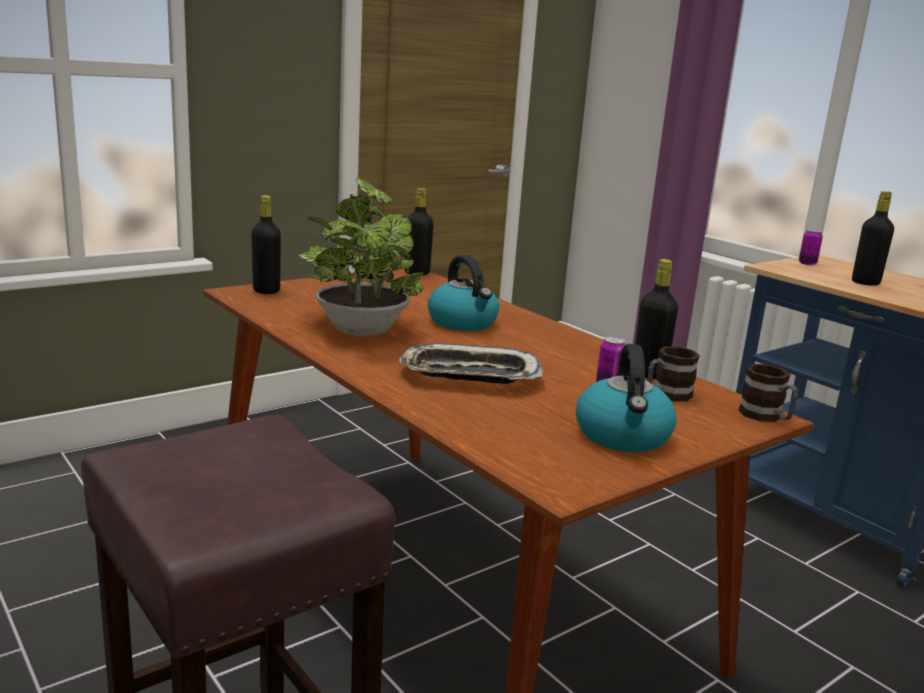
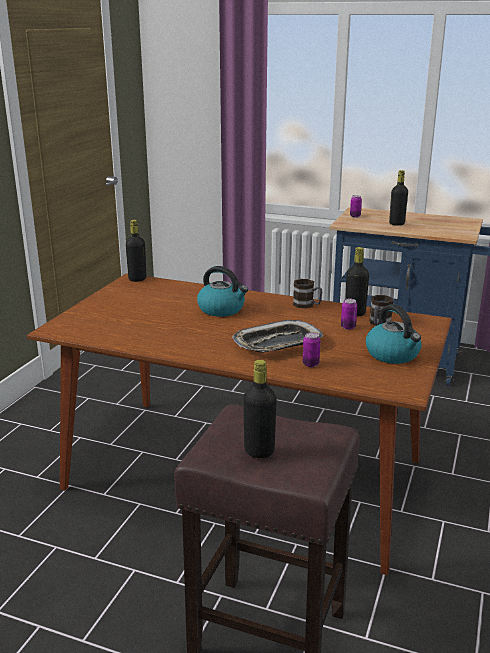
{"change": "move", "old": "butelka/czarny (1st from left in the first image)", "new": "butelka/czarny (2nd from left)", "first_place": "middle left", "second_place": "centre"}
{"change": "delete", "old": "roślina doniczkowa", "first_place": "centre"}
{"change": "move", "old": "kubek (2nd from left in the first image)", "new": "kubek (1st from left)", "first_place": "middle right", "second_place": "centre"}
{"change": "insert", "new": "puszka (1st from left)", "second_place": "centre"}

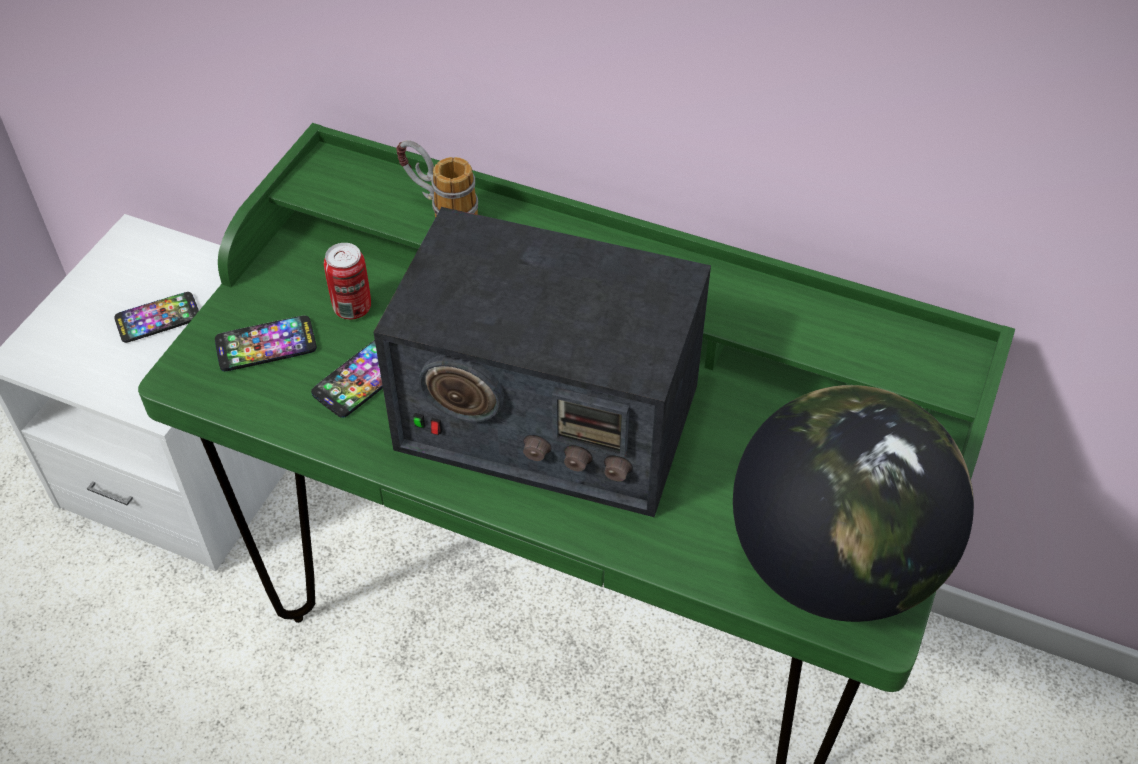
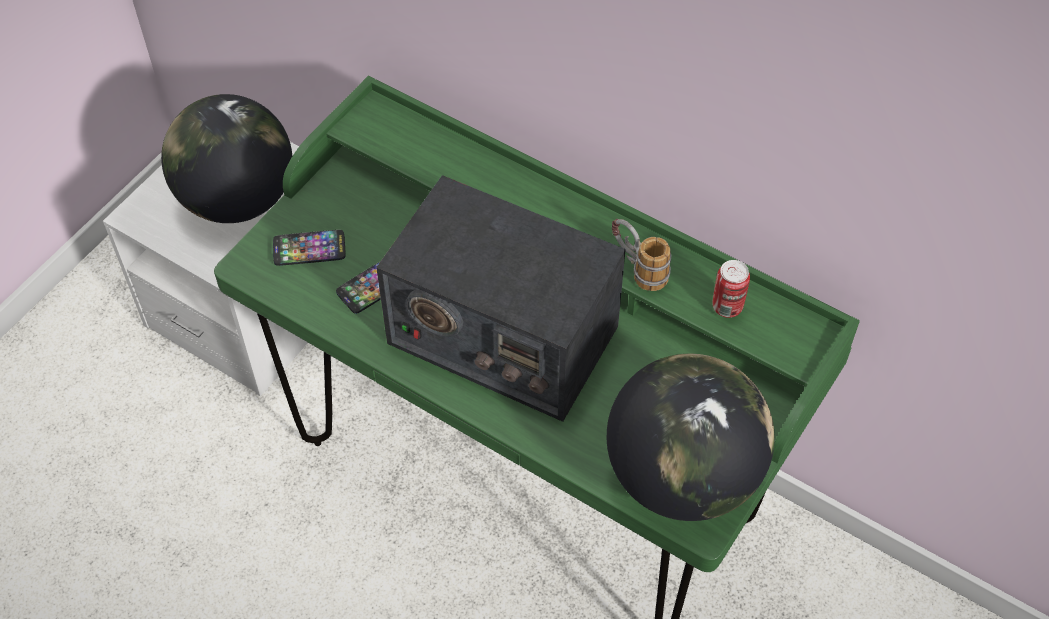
{"change": "replace", "old": "telefon (1st from left)", "new": "globus (1st from left)", "first_place": "middle left", "second_place": "top left"}
{"change": "move", "old": "puszka", "first_place": "middle left", "second_place": "middle right"}
{"change": "move", "old": "kubek", "first_place": "top centre", "second_place": "centre"}

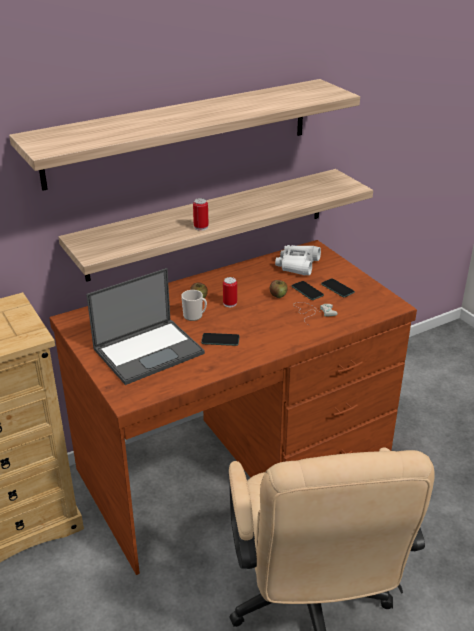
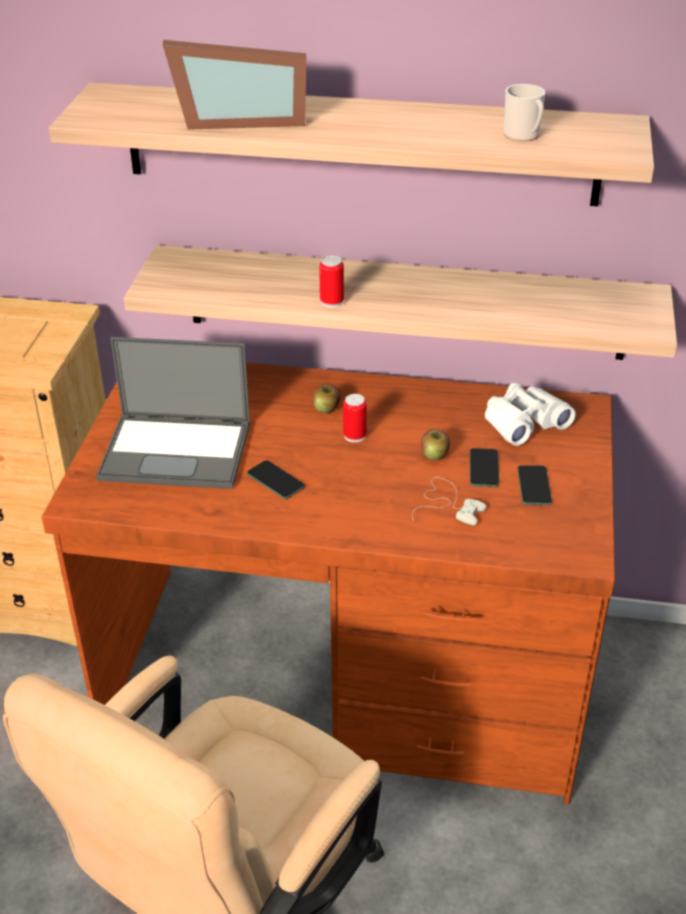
{"change": "move", "old": "kubek", "first_place": "centre", "second_place": "top right"}
{"change": "insert", "new": "ramka na zdjęcie", "second_place": "top centre"}

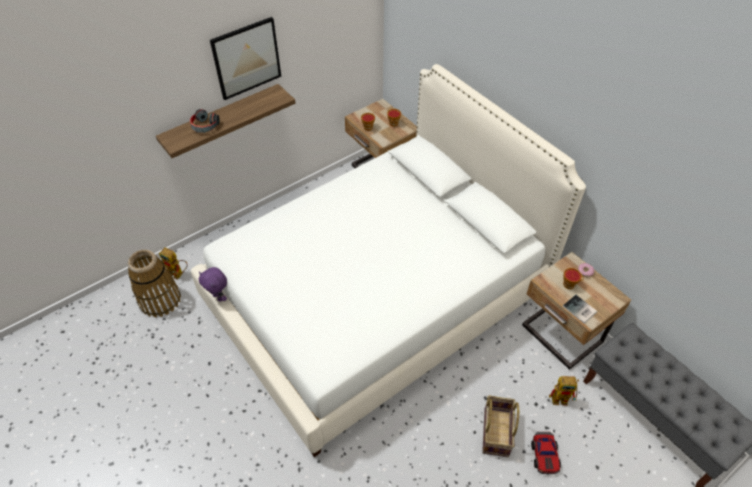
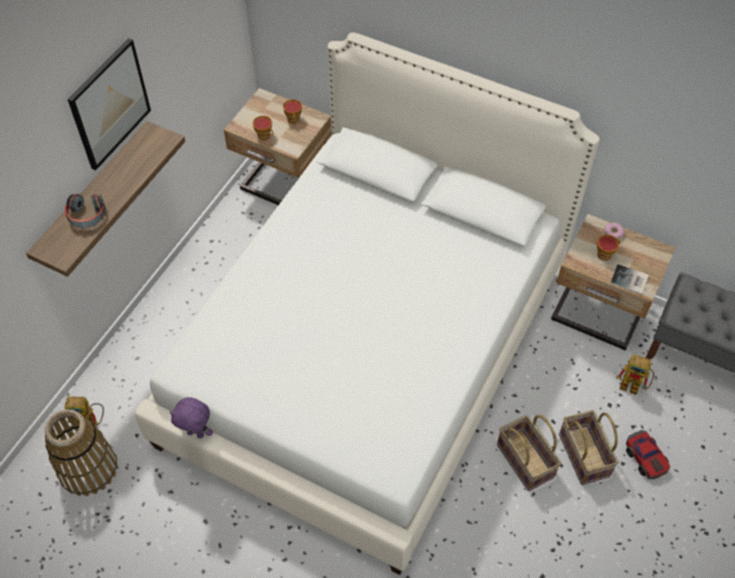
{"change": "rotate", "old": "robot zabawkowy (2nd from left)", "first_place": "bottom right", "second_place": "middle right", "degrees": 45}
{"change": "insert", "new": "koszyk (2nd from left)", "second_place": "bottom right"}

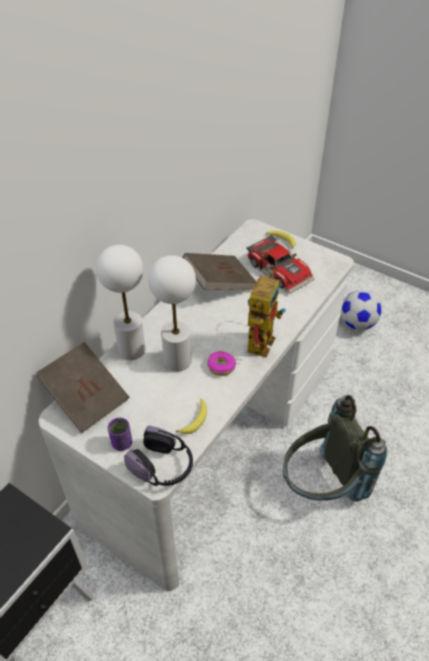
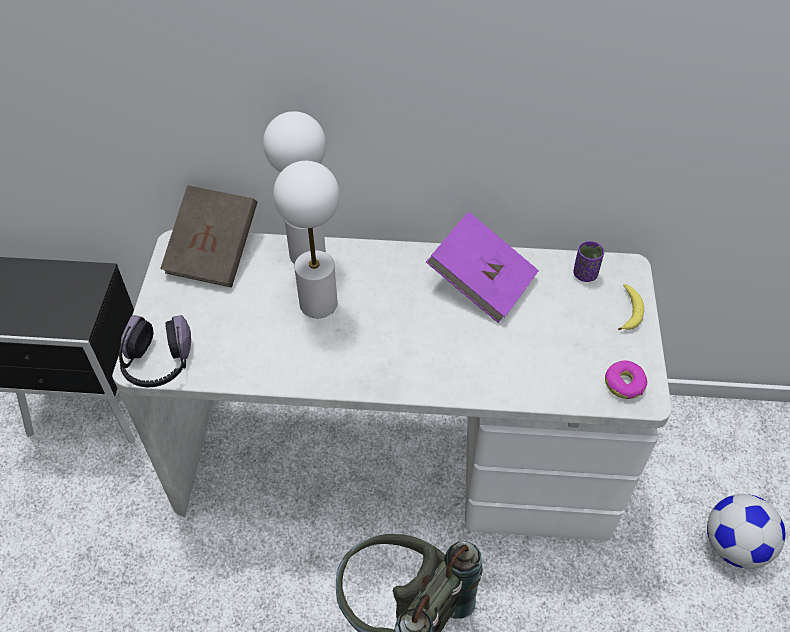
{"change": "move", "old": "filiżanka/fioletowy", "first_place": "middle left", "second_place": "middle right"}
{"change": "delete", "old": "banan (1st from left)", "first_place": "centre"}
{"change": "recolor", "old": "książka/brązowy (2nd from left)", "new": "książka/fioletowy", "first_place": "centre", "second_place": "centre"}
{"change": "move", "old": "donut", "first_place": "centre", "second_place": "middle right"}
{"change": "delete", "old": "samochodzik", "first_place": "centre"}
{"change": "delete", "old": "robot zabawkowy", "first_place": "centre"}

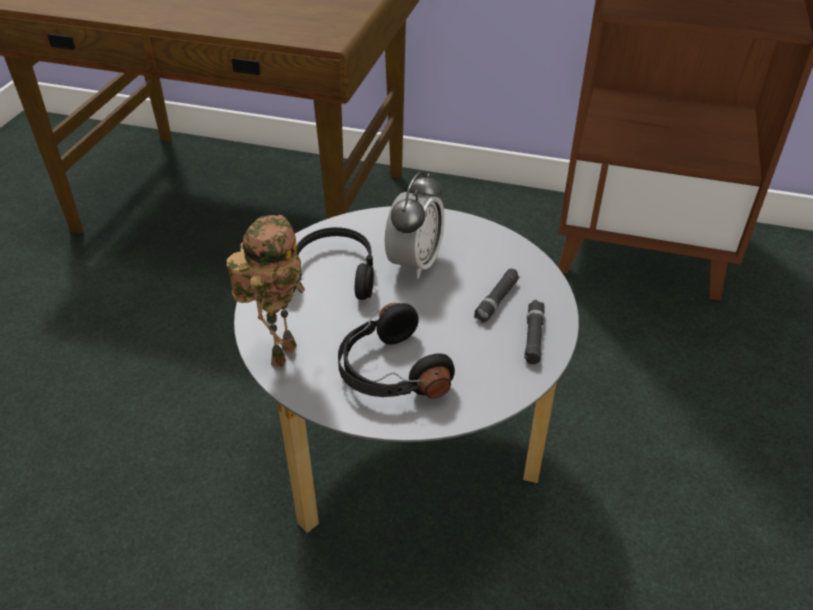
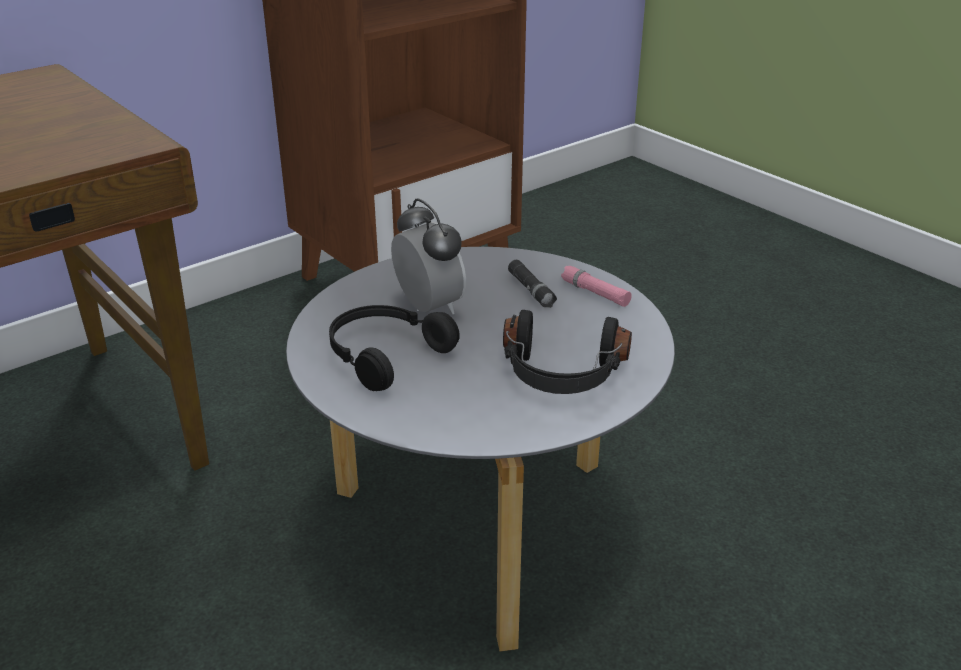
{"change": "delete", "old": "robot zabawkowy", "first_place": "middle left"}
{"change": "recolor", "old": "latarka/czarny (2nd from left)", "new": "latarka/różowy", "first_place": "centre", "second_place": "centre"}

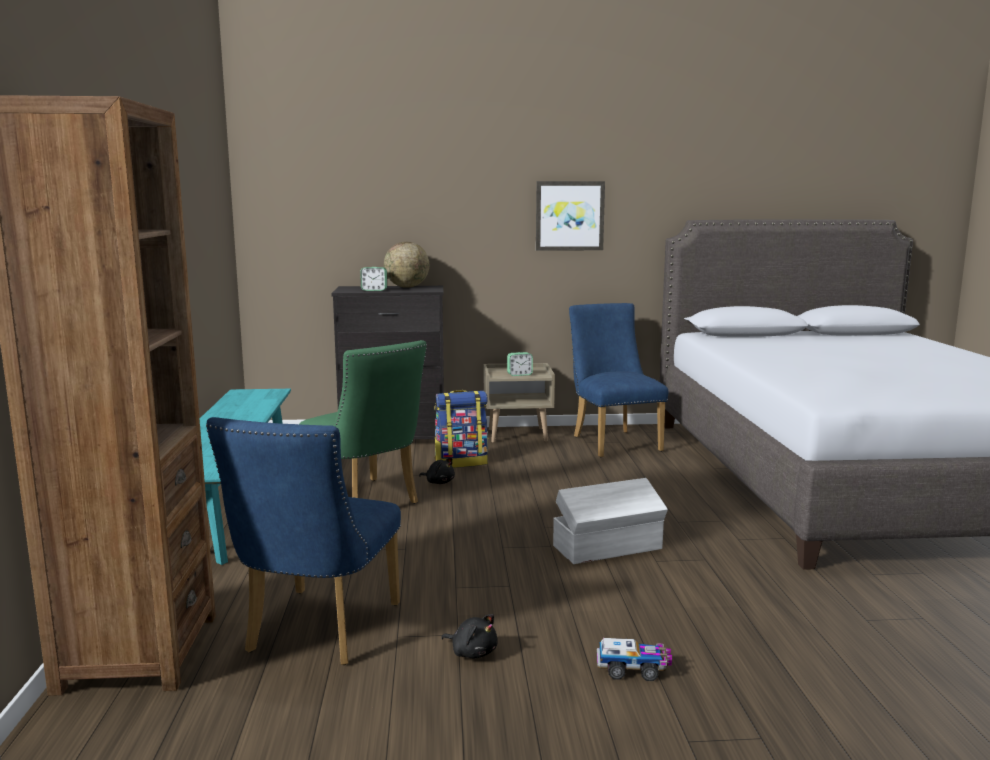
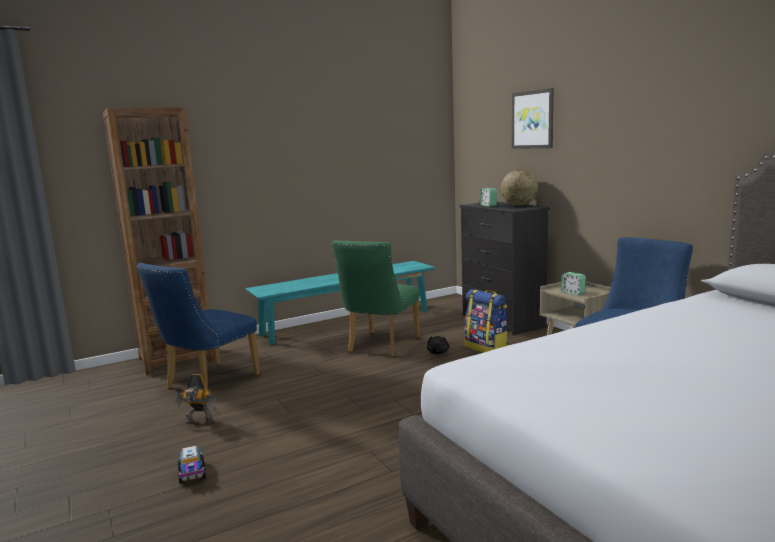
{"change": "rotate", "old": "krzesło/niebieski (1st from left)", "first_place": "bottom left", "second_place": "middle left", "degrees": -45}
{"change": "replace", "old": "pluszak/czarny (2nd from left)", "new": "robot zabawkowy", "first_place": "bottom centre", "second_place": "bottom left"}
{"change": "move", "old": "obraz", "first_place": "top centre", "second_place": "top right"}
{"change": "delete", "old": "pojemnik do przechowywania/biały", "first_place": "bottom centre"}

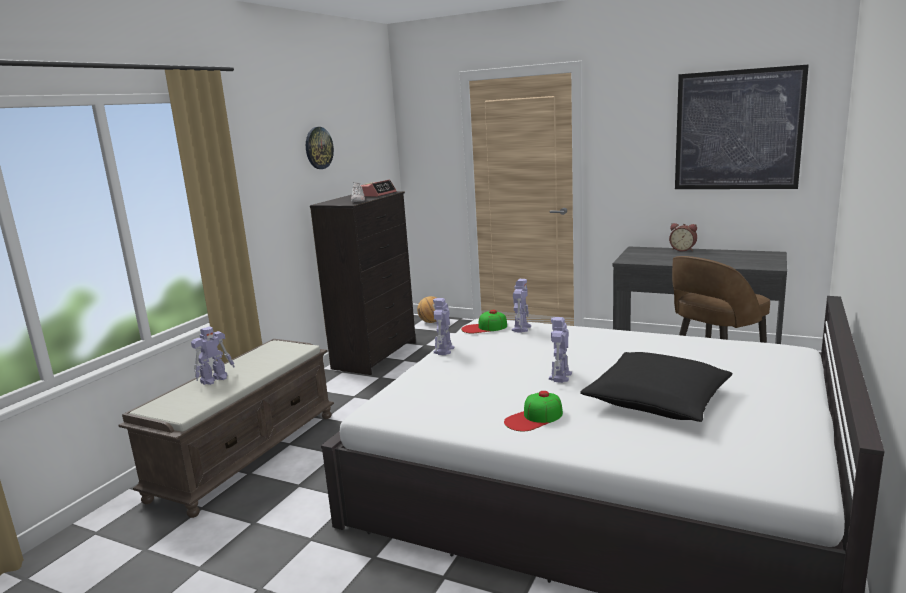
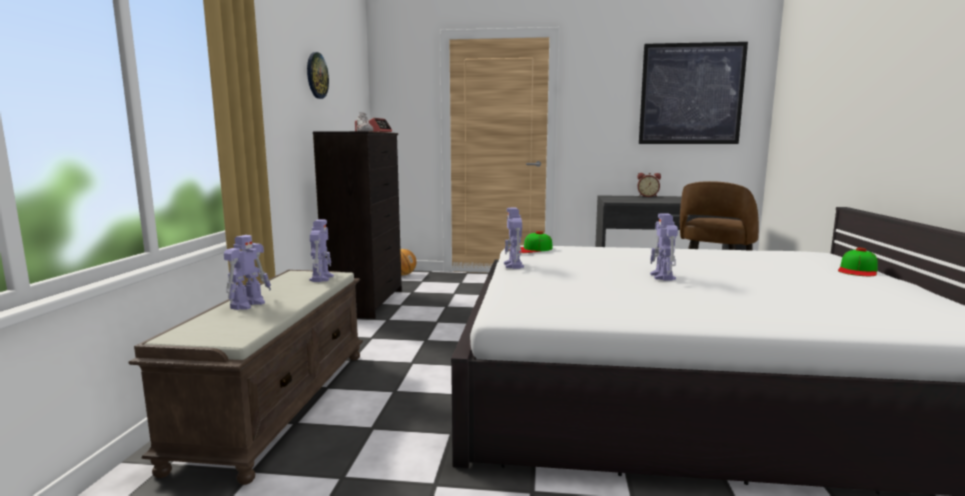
{"change": "move", "old": "czapka z daszkiem (2nd from left)", "first_place": "bottom centre", "second_place": "middle right"}
{"change": "move", "old": "robot zabawkowy (3rd from left in the first image)", "new": "robot zabawkowy (2nd from left)", "first_place": "centre", "second_place": "middle left"}
{"change": "delete", "old": "poduszka/czarny", "first_place": "middle right"}

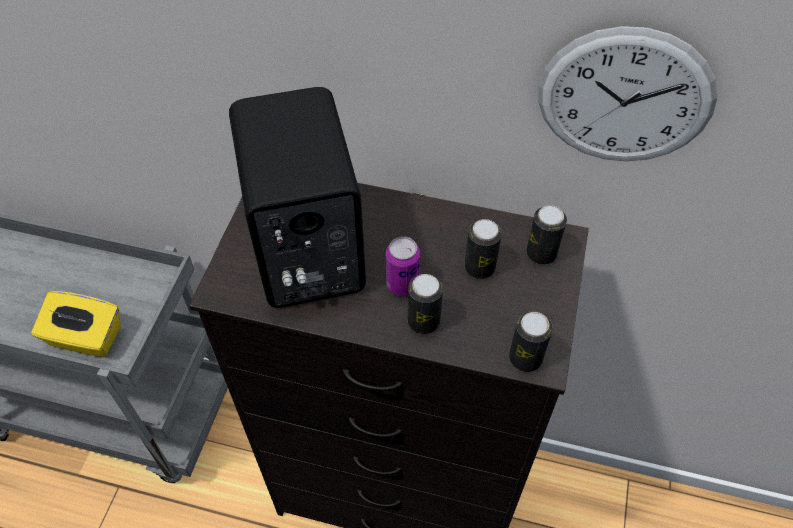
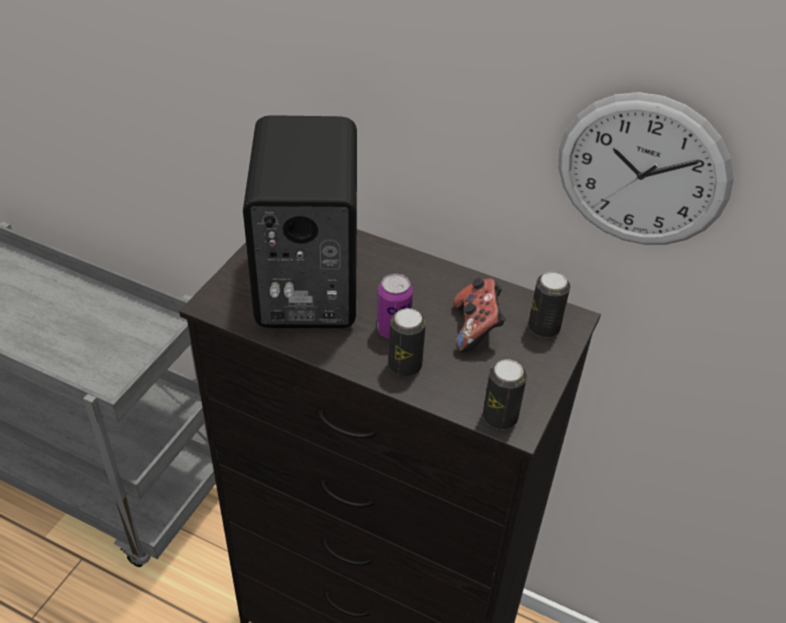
{"change": "delete", "old": "pudełko chusteczek/żółty", "first_place": "middle left"}
{"change": "replace", "old": "puszka (3rd from left)", "new": "pad do gier", "first_place": "centre", "second_place": "centre"}

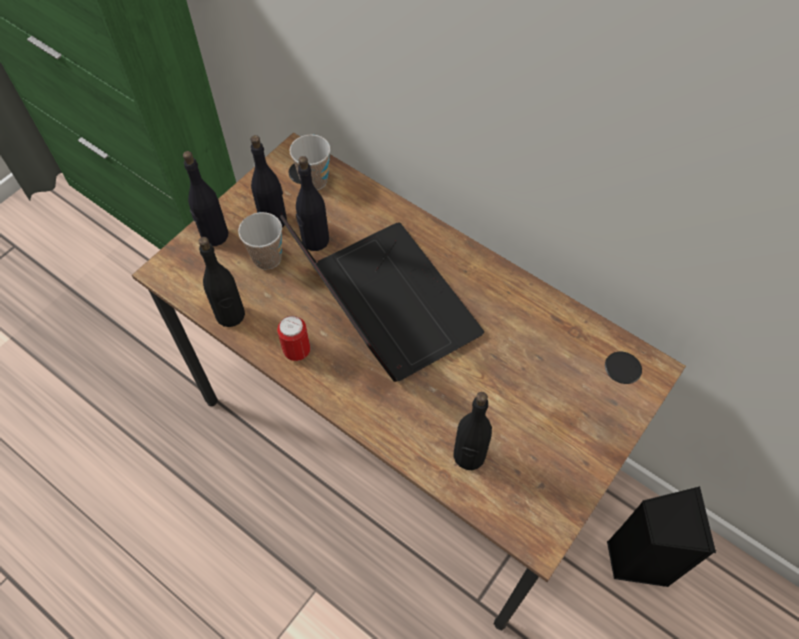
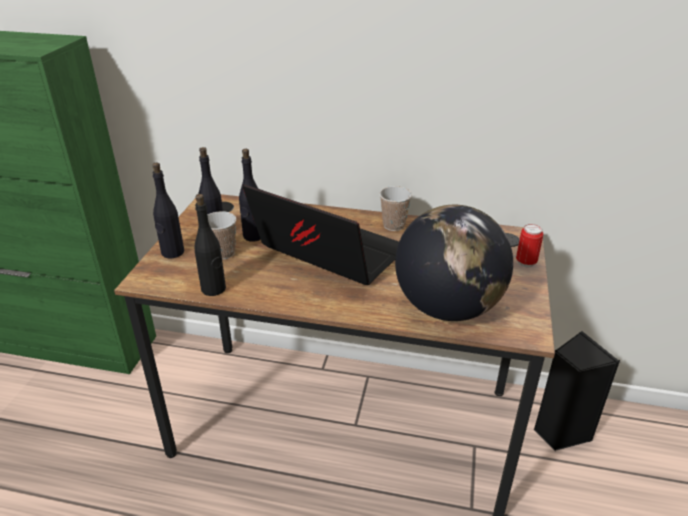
{"change": "move", "old": "puszka", "first_place": "centre", "second_place": "middle right"}
{"change": "move", "old": "filiżanka (2nd from left)", "first_place": "top centre", "second_place": "centre"}
{"change": "replace", "old": "butelka/czarny (5th from left)", "new": "globus", "first_place": "bottom centre", "second_place": "centre"}

